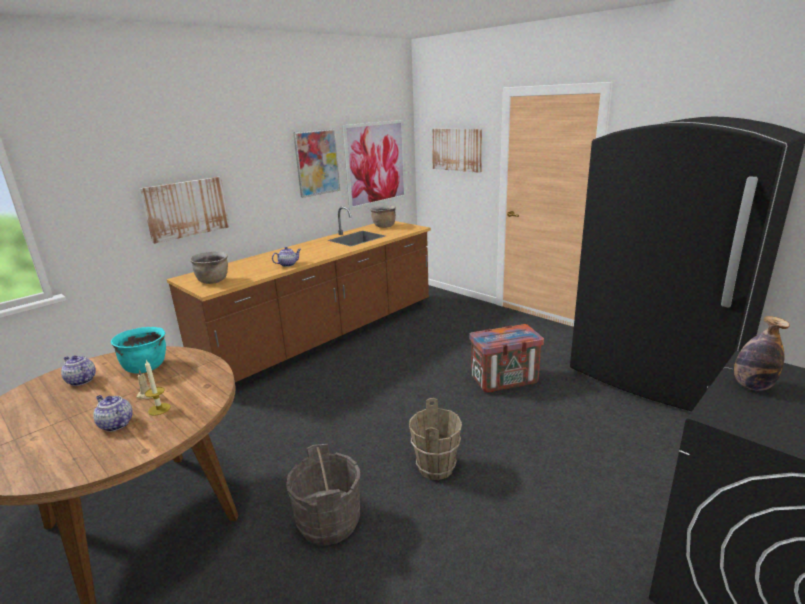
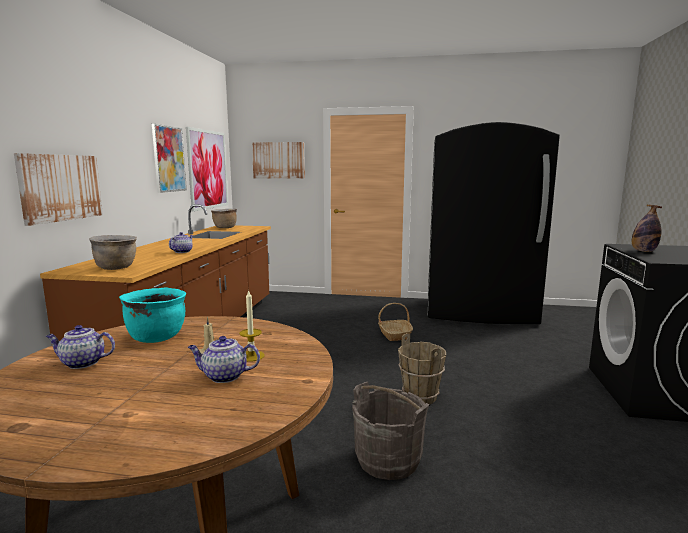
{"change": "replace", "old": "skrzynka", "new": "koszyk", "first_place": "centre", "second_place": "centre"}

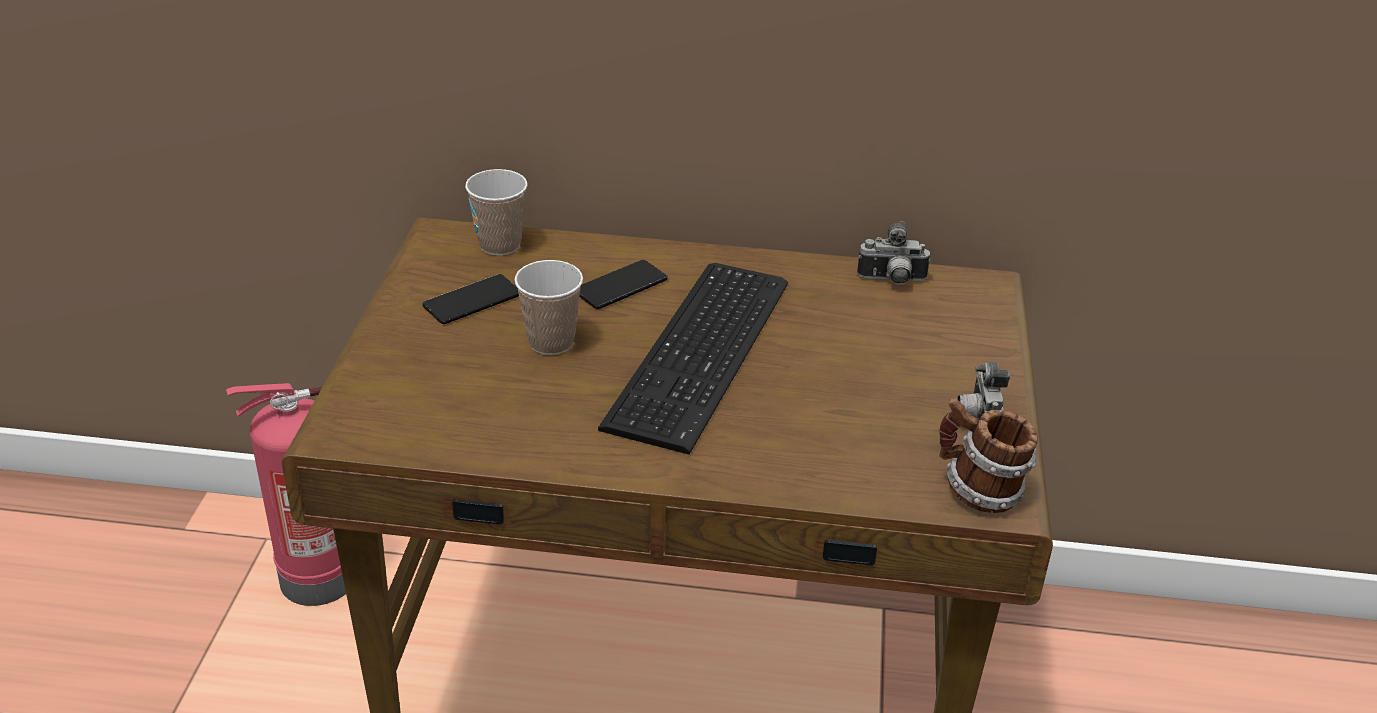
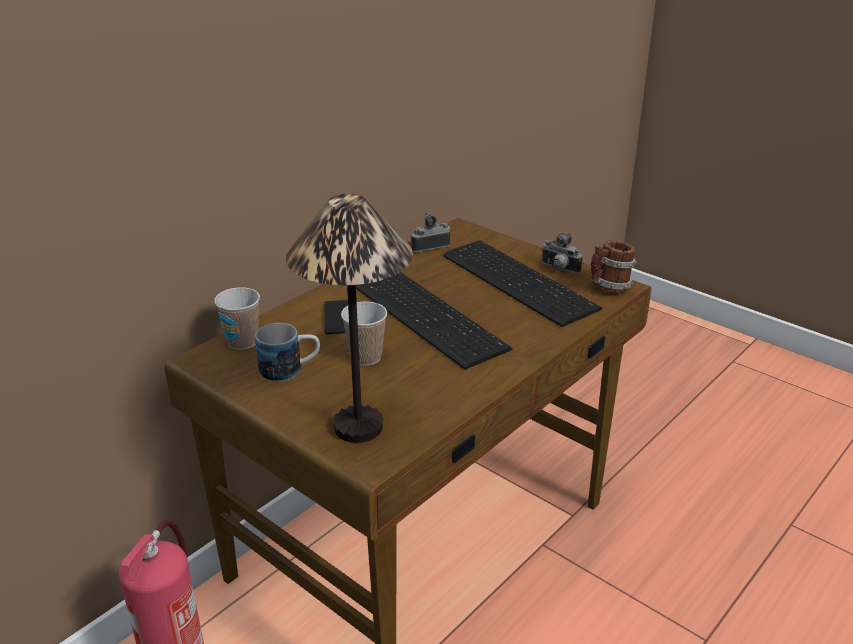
{"change": "replace", "old": "telefon (1st from left)", "new": "kubek (1st from left)", "first_place": "centre", "second_place": "centre"}
{"change": "rotate", "old": "aparat fotograficzny (1st from left)", "first_place": "centre", "second_place": "centre", "degrees": -150}
{"change": "insert", "new": "lampa stołowa", "second_place": "centre"}
{"change": "insert", "new": "klawiatura (2nd from left)", "second_place": "centre"}

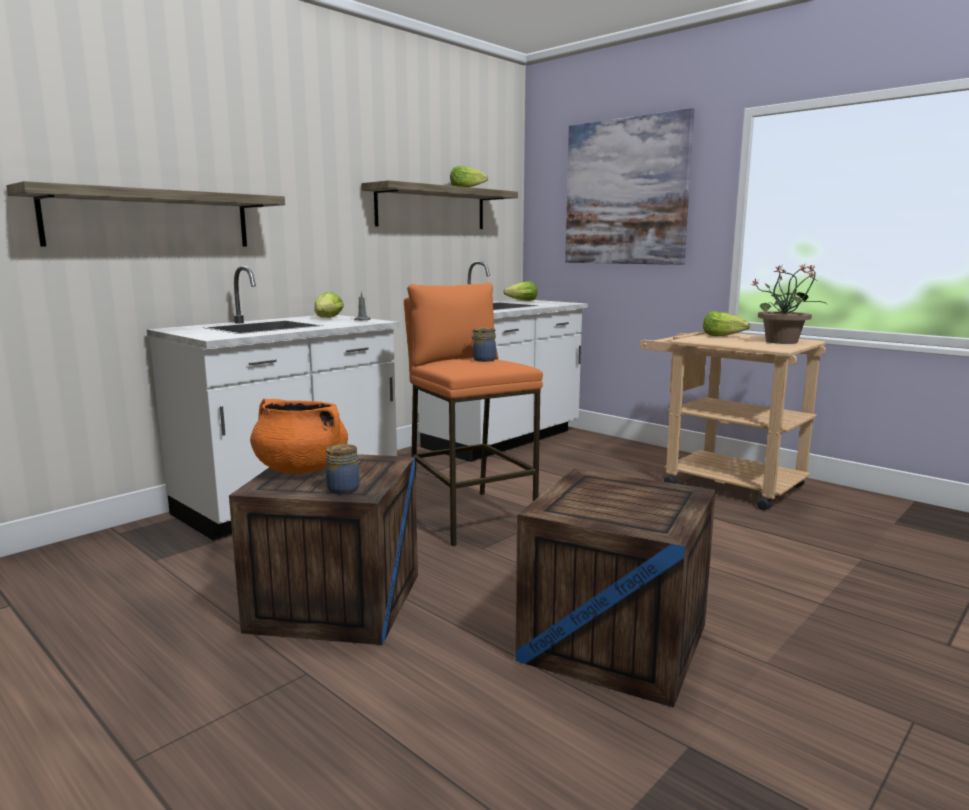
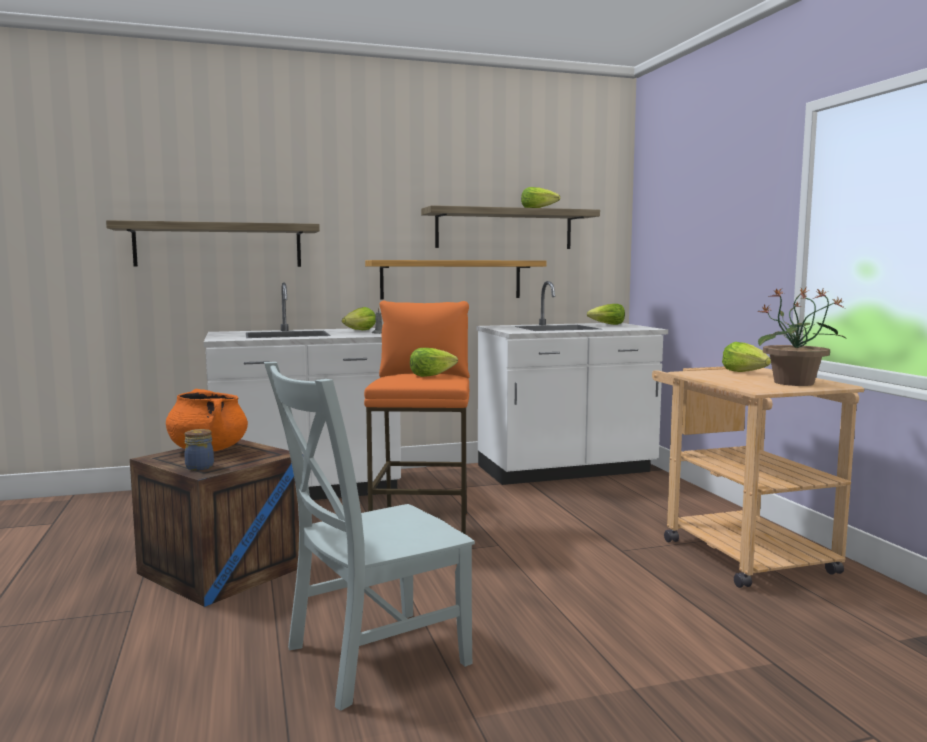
{"change": "replace", "old": "słoik (2nd from left)", "new": "sałata (2nd from left)", "first_place": "centre", "second_place": "centre"}
{"change": "replace", "old": "skrzynka (2nd from left)", "new": "krzesło/szary", "first_place": "bottom centre", "second_place": "bottom centre"}
{"change": "delete", "old": "obraz", "first_place": "top centre"}
{"change": "insert", "new": "półka (2nd from left)", "second_place": "centre"}

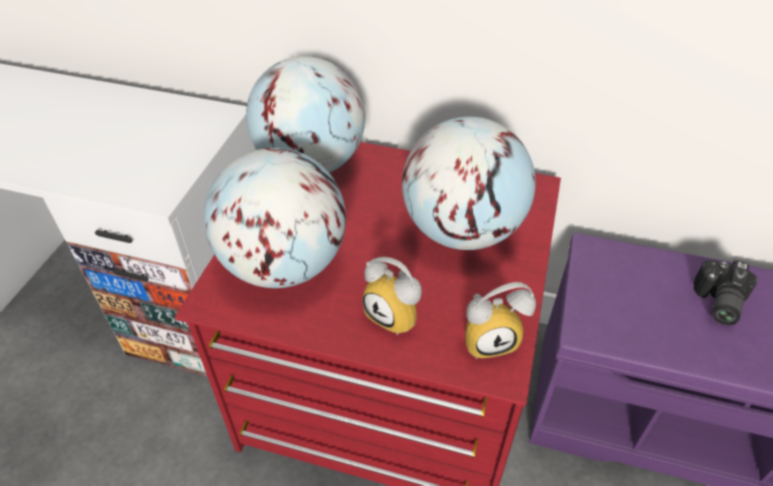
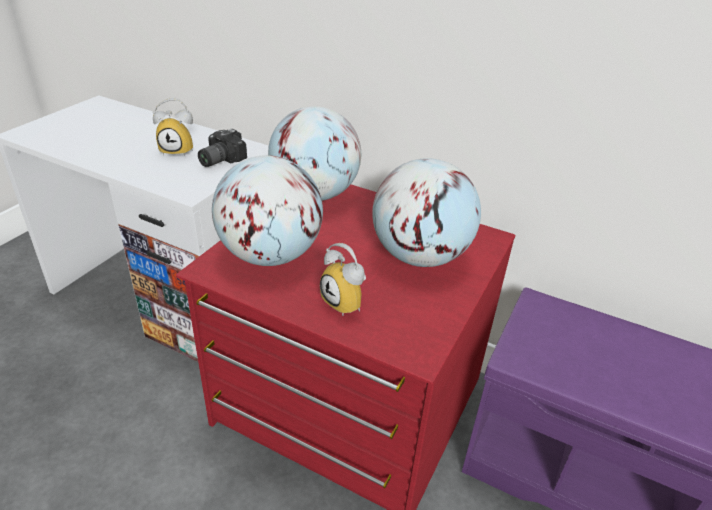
{"change": "move", "old": "budzik (2nd from left in the first image)", "new": "budzik (1st from left)", "first_place": "centre", "second_place": "top left"}
{"change": "move", "old": "aparat fotograficzny", "first_place": "middle right", "second_place": "top left"}

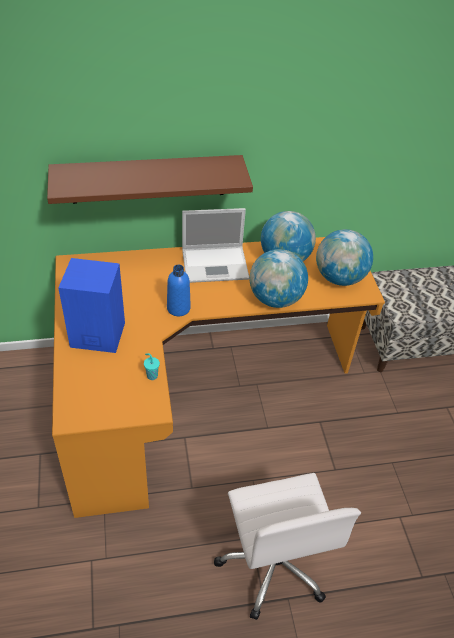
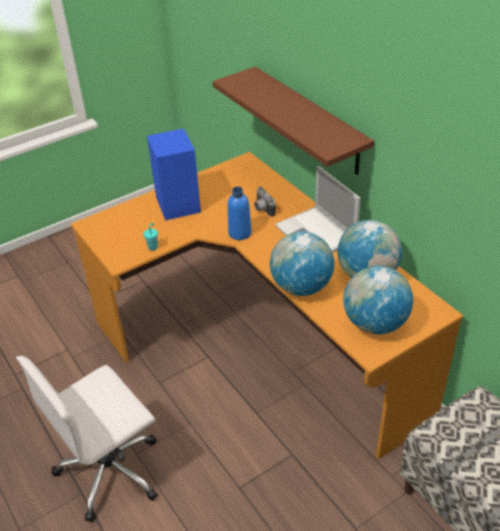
{"change": "insert", "new": "aparat fotograficzny", "second_place": "centre"}

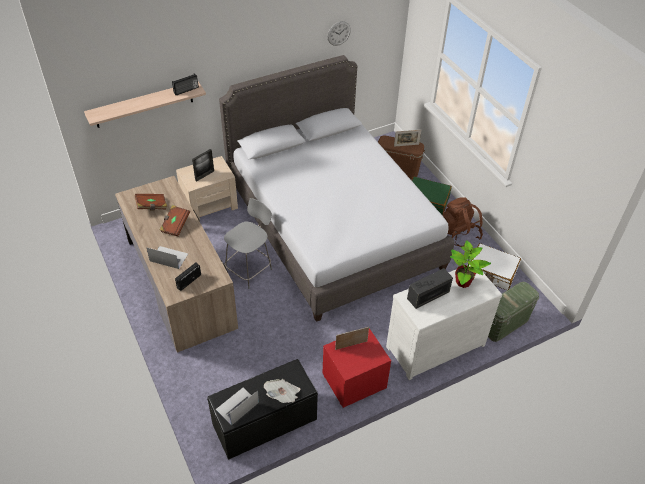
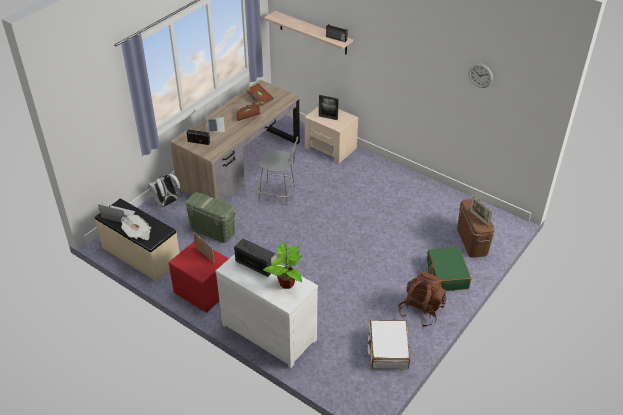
{"change": "recolor", "old": "ławka/czarny", "new": "ławka/beżowy", "first_place": "bottom centre", "second_place": "middle left"}
{"change": "delete", "old": "łóżko/szary", "first_place": "centre"}
{"change": "move", "old": "pojemnik do przechowywania/zielony", "first_place": "middle right", "second_place": "centre"}
{"change": "insert", "new": "plecak/biały", "second_place": "middle left"}

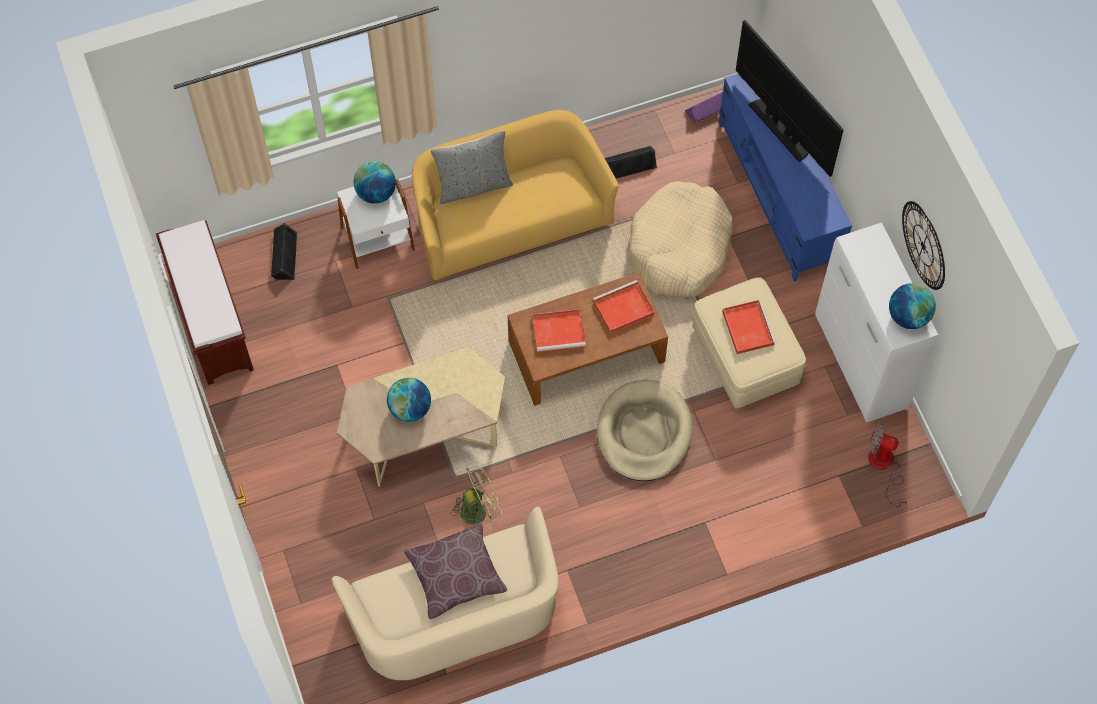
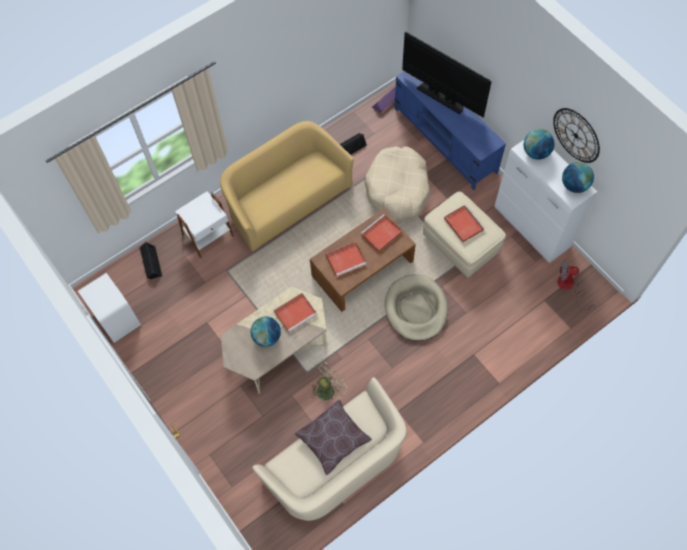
{"change": "replace", "old": "ławka/brązowy", "new": "szafka nocna/biały", "first_place": "middle left", "second_place": "middle left"}
{"change": "move", "old": "globus (1st from left in the first image)", "new": "globus (2nd from left)", "first_place": "top centre", "second_place": "top right"}
{"change": "delete", "old": "poduszka/szary", "first_place": "top centre"}
{"change": "insert", "new": "taca/czerwony (1st from left)", "second_place": "centre"}

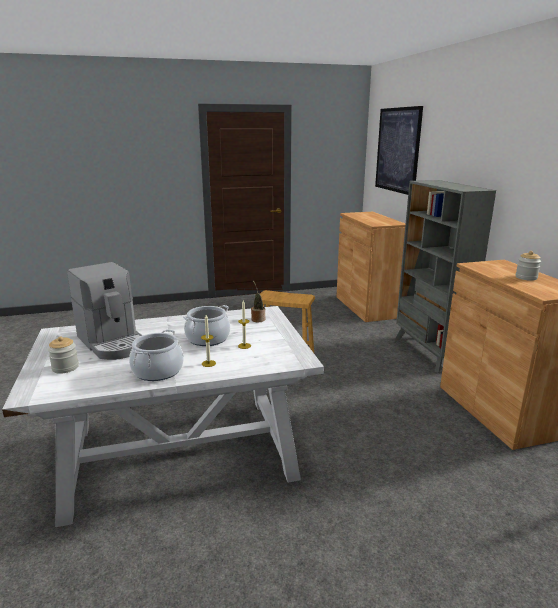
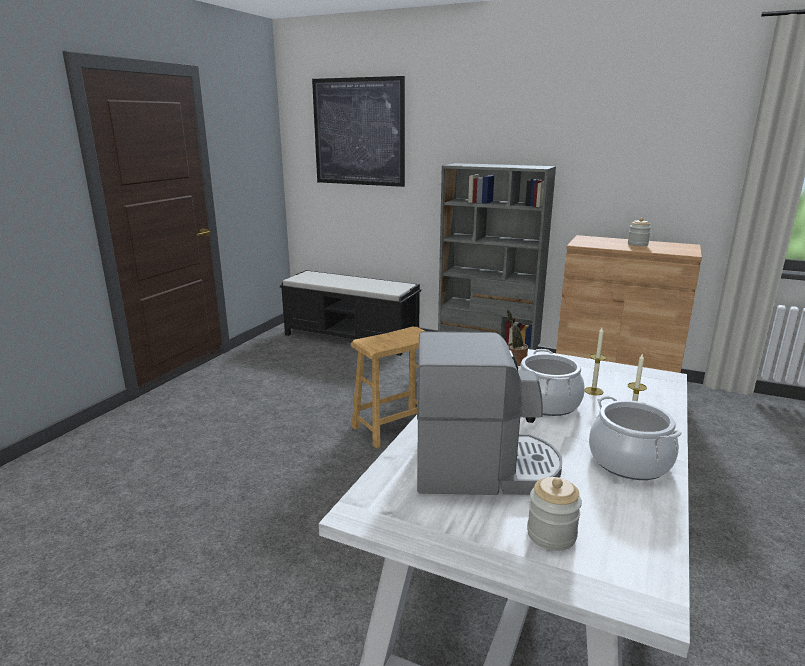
{"change": "replace", "old": "szafka/brązowy (1st from left)", "new": "ławka/czarny", "first_place": "centre", "second_place": "centre"}

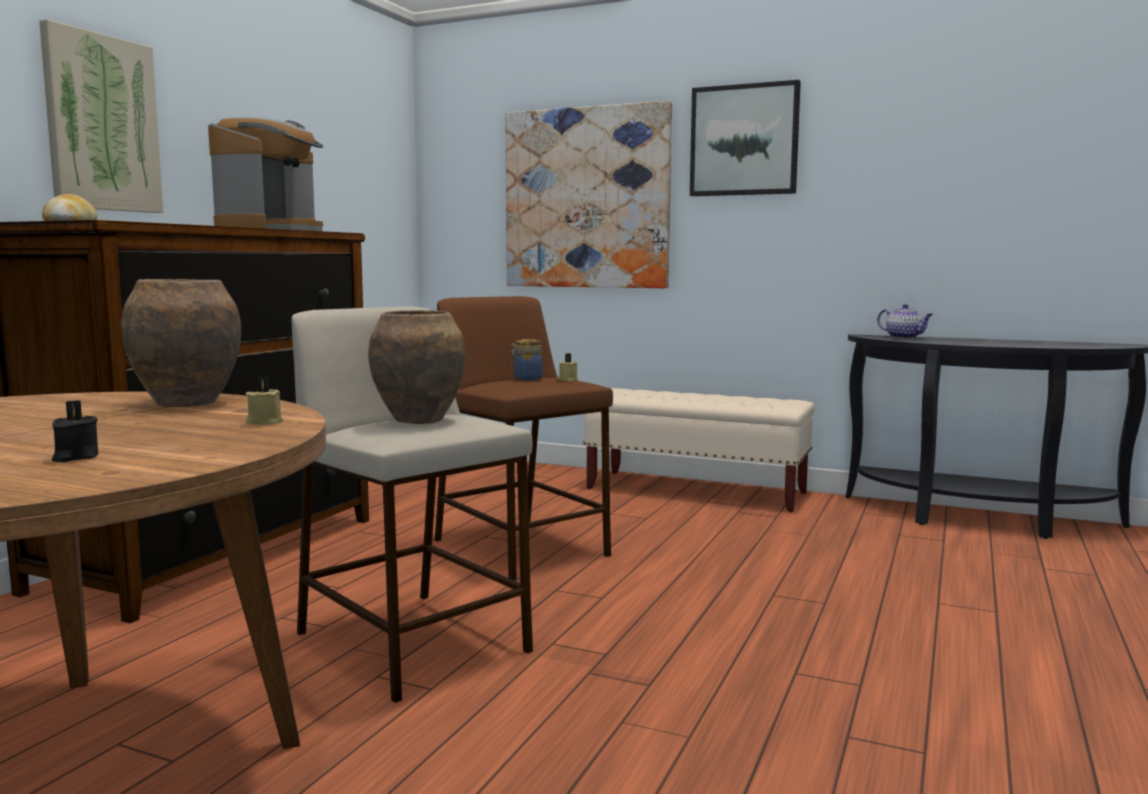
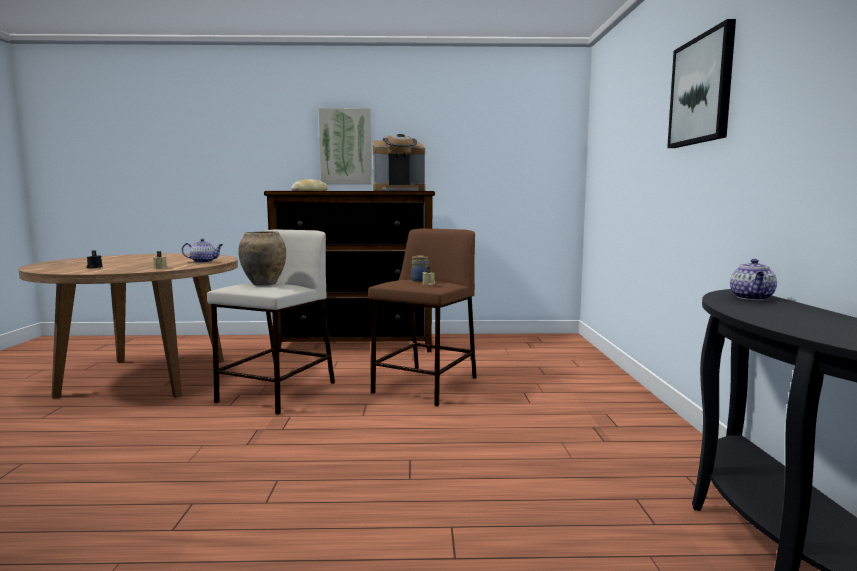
{"change": "replace", "old": "wazon/brązowy (1st from left)", "new": "imbryk (1st from left)", "first_place": "middle left", "second_place": "middle left"}
{"change": "delete", "old": "obraz (2nd from left)", "first_place": "top centre"}
{"change": "delete", "old": "ławka/beżowy", "first_place": "centre"}

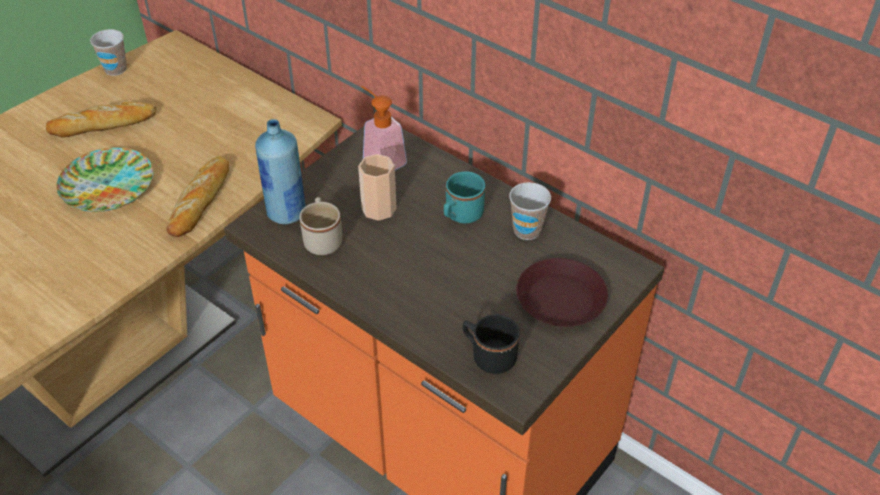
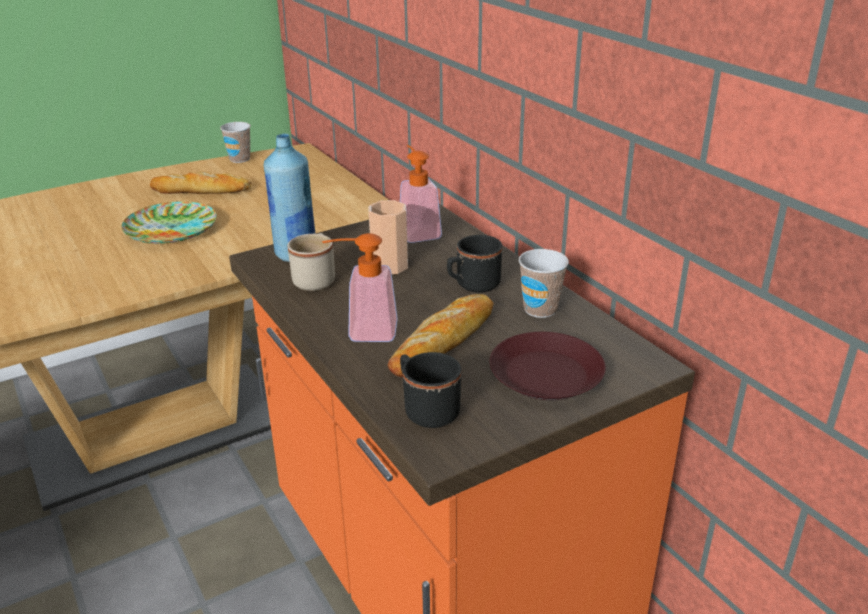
{"change": "move", "old": "chleb (2nd from left)", "first_place": "middle left", "second_place": "centre"}
{"change": "recolor", "old": "kubek/turkusowy", "new": "kubek/czarny (2nd from left)", "first_place": "centre", "second_place": "centre"}
{"change": "insert", "new": "dozownik mydła (1st from left)", "second_place": "centre"}

